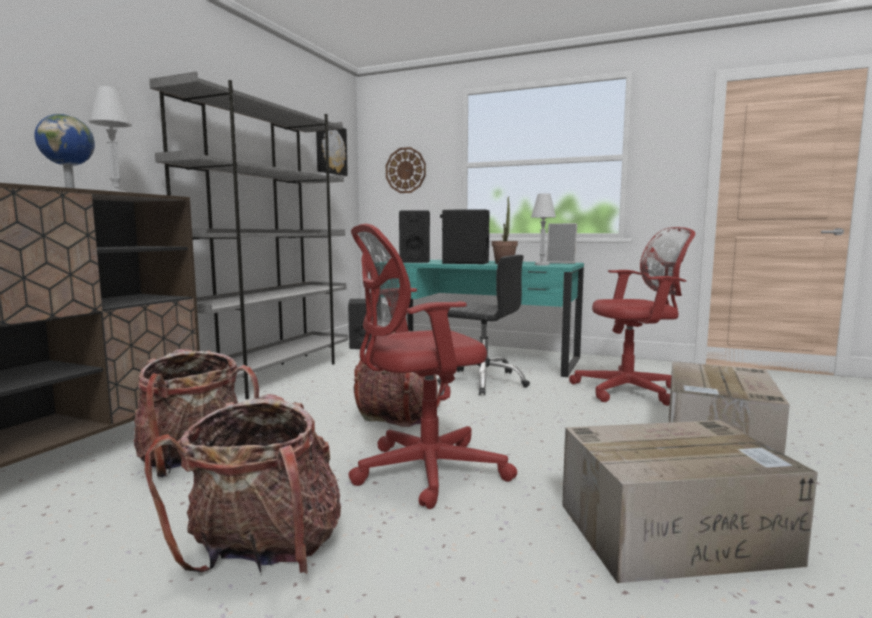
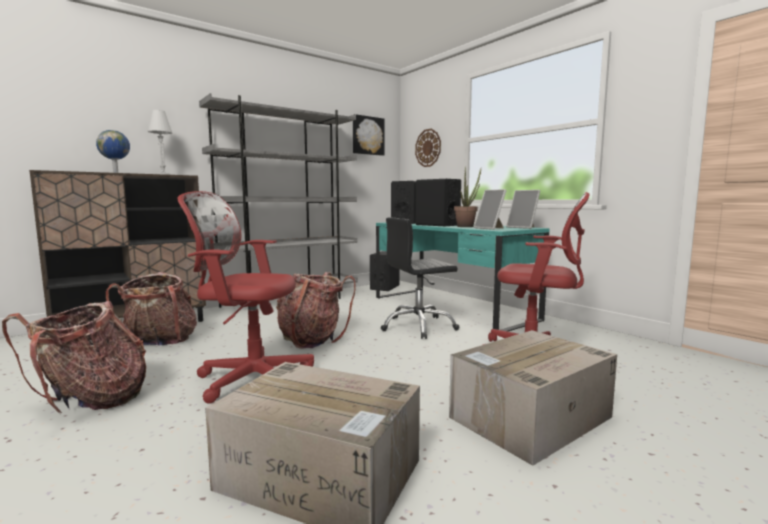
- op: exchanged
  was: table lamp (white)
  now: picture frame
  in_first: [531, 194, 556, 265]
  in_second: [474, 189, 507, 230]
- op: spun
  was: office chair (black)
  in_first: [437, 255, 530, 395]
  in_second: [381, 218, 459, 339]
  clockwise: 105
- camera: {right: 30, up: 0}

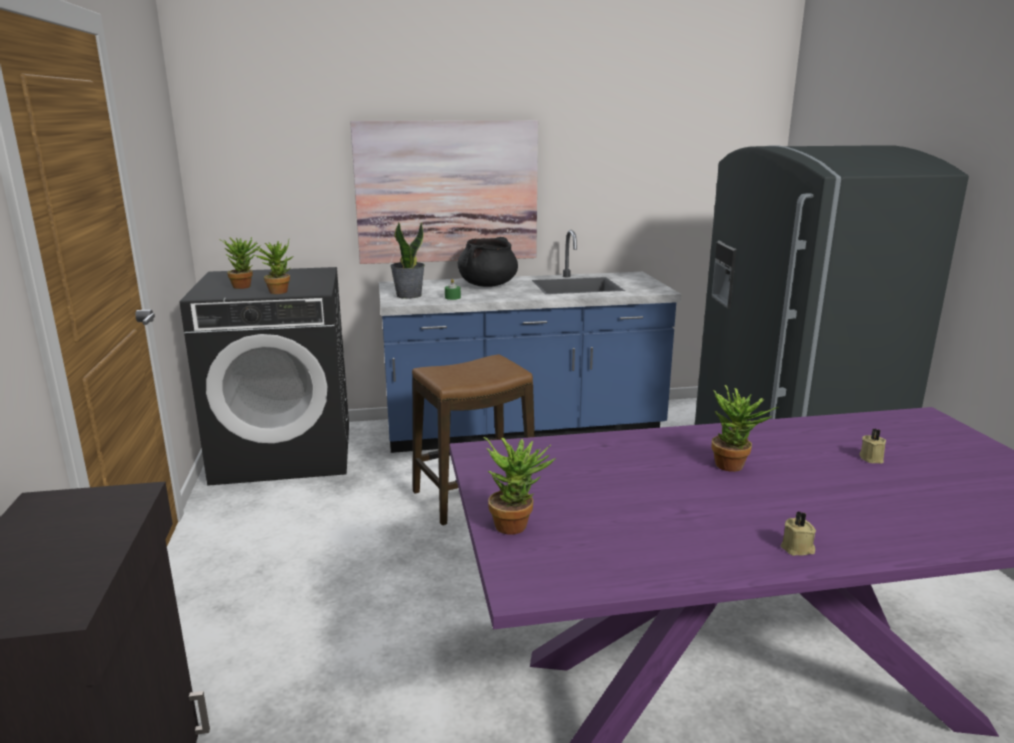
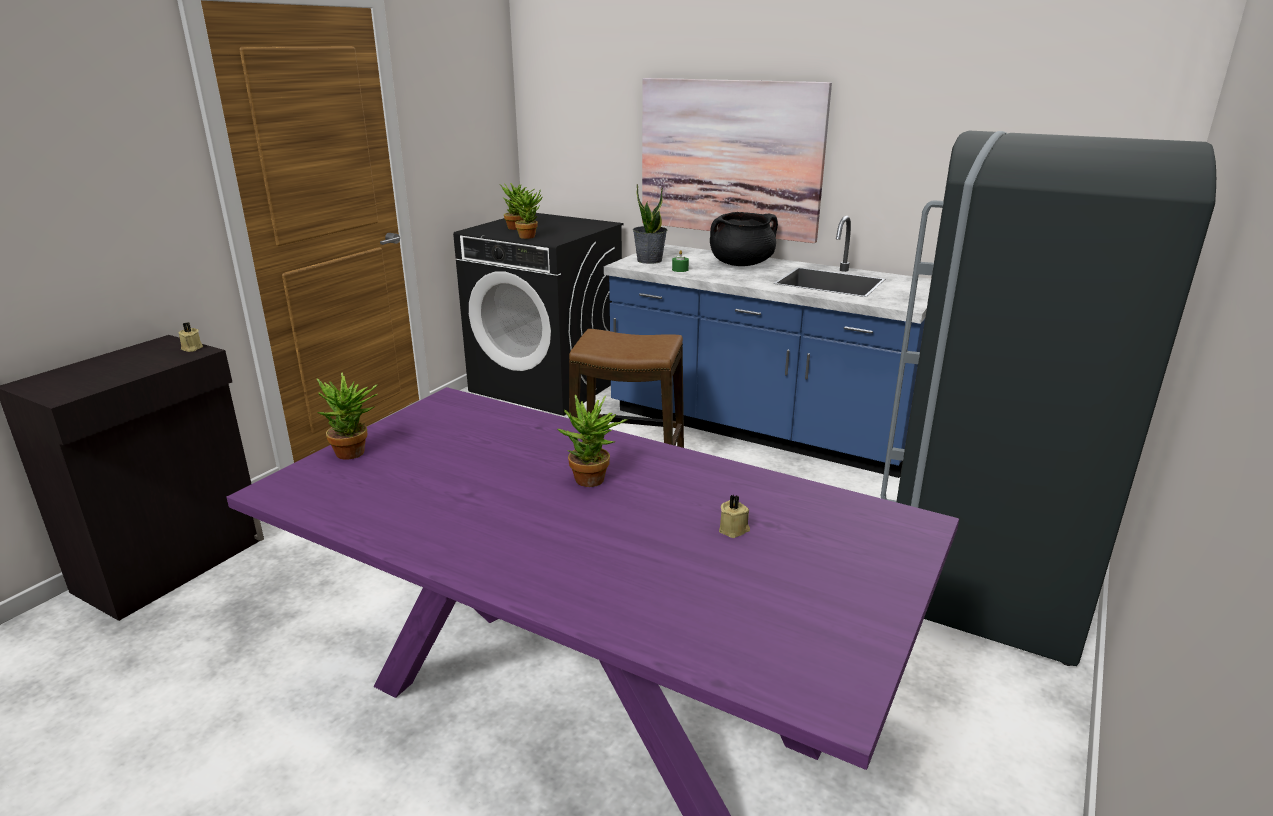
- op: relocated
  was: candle (beige)
  in_first: [780, 511, 816, 556]
  in_second: [179, 322, 203, 352]
- camera: {right: 40, up: 5}

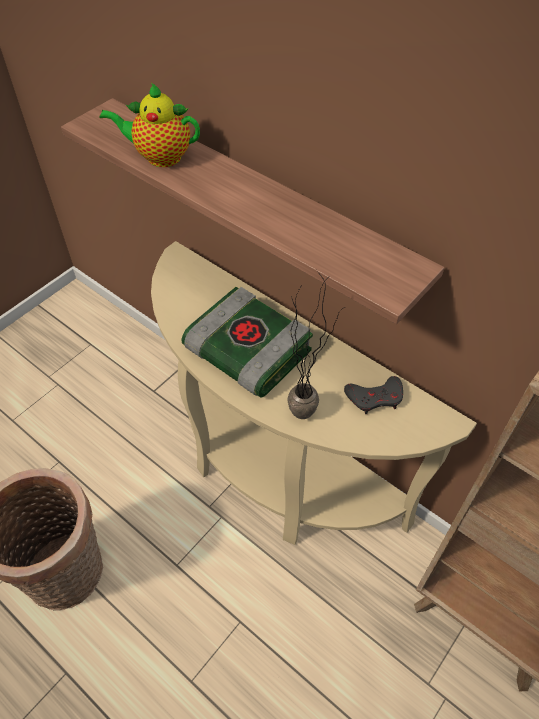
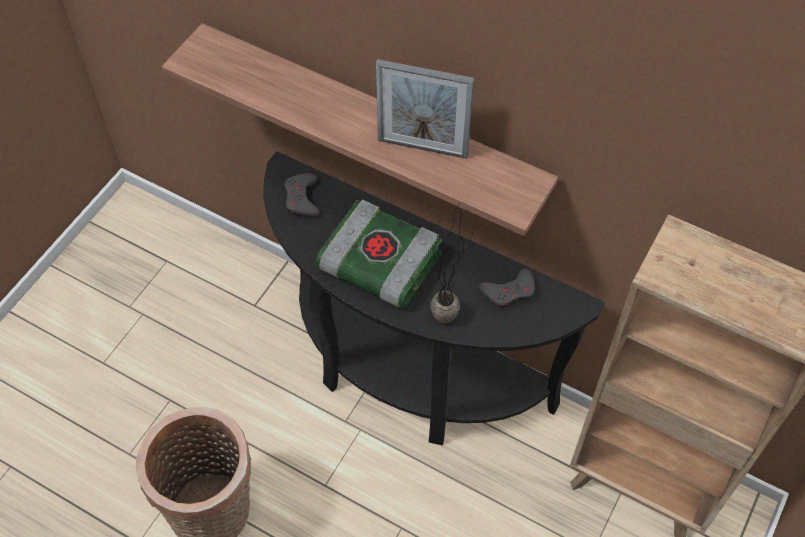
- op: missing
  was: teapot
  in_first: [99, 83, 200, 167]
- op: colour
  was: console table (beige)
  now: console table (black)
  in_first: [151, 241, 477, 545]
  in_second: [263, 151, 605, 445]
- op: appeared
  now: picture frame
  in_second: [376, 59, 474, 159]
- op: appeared
  now: game controller (grey)
  in_second: [285, 173, 320, 218]
- camera: {right: -10, up: 5}

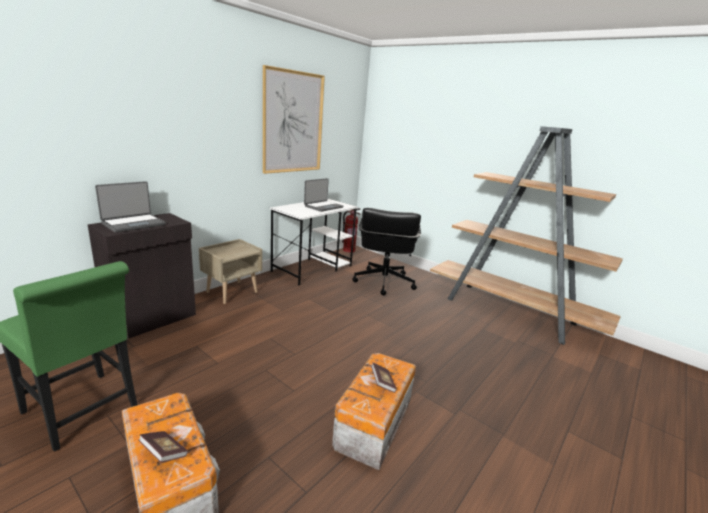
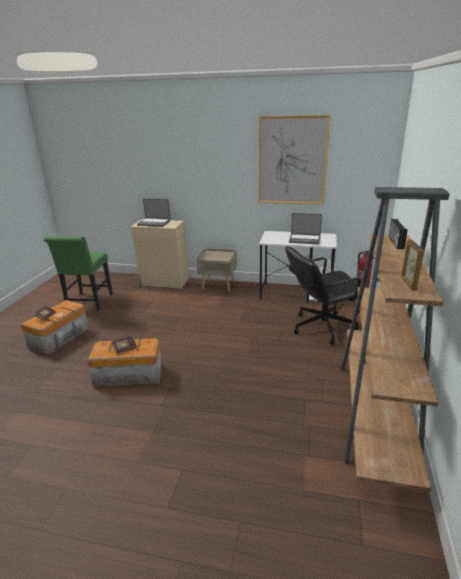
- op: colour
  was: cabinet (black)
  now: cabinet (beige)
  in_first: [87, 213, 196, 339]
  in_second: [131, 219, 189, 289]
- op: appeared
  now: radio
  in_second: [389, 219, 408, 249]
- op: appeared
  now: picture frame
  in_second: [401, 240, 424, 291]
- camera: {right: 65, up: 5}

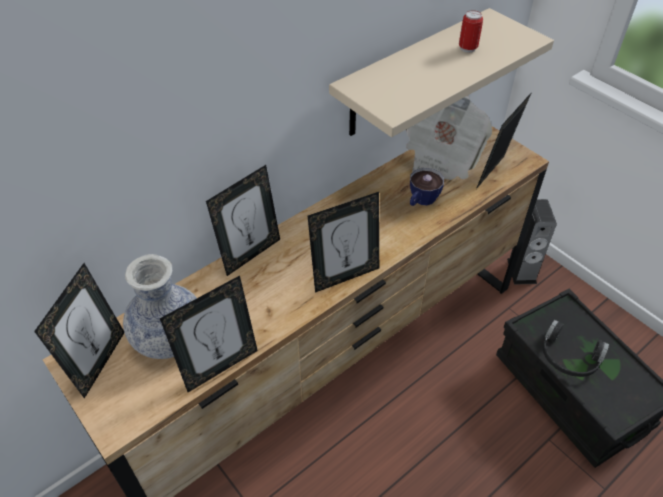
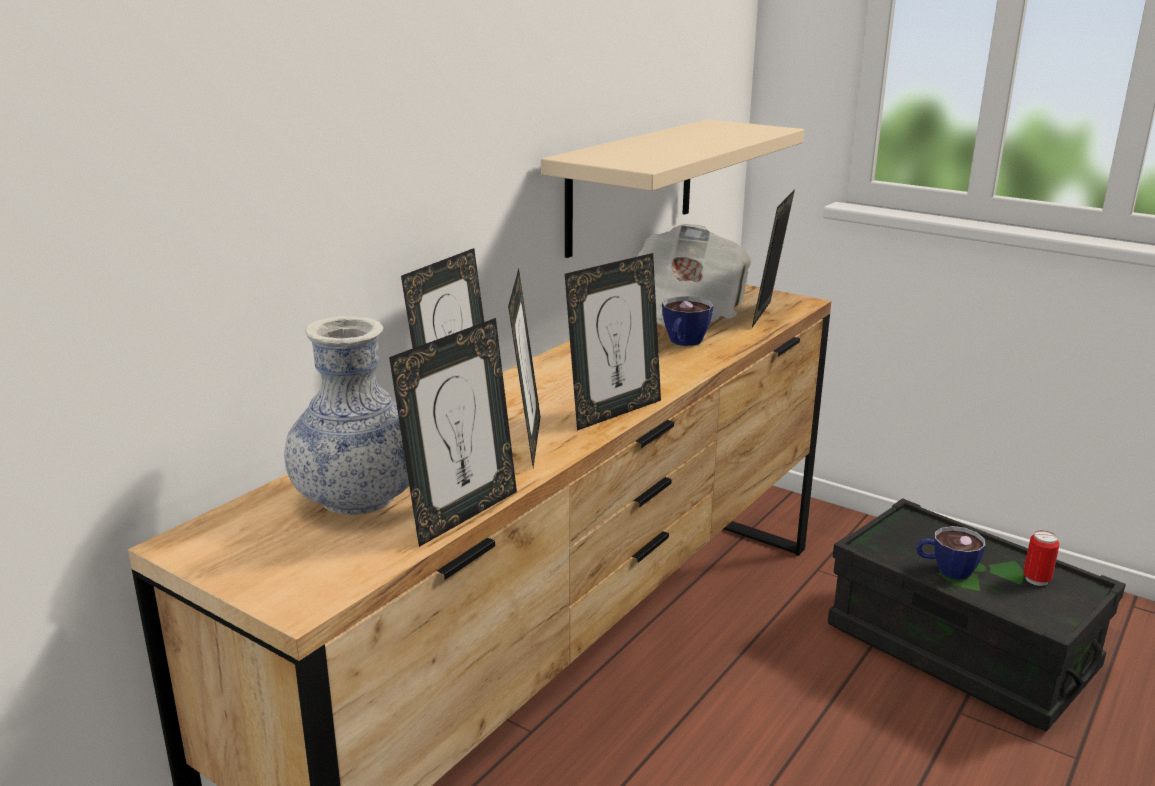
- op: relocated
  was: can
  in_first: [459, 10, 483, 53]
  in_second: [1023, 531, 1059, 586]
- op: missing
  was: speaker
  in_first: [507, 199, 557, 285]
- op: relocated
  was: picture frame
  in_first: [34, 263, 124, 399]
  in_second: [508, 268, 541, 468]
- op: exchanged
  was: headphones (black)
  now: cup
  in_first: [543, 320, 609, 377]
  in_second: [916, 526, 986, 580]
- camera: {right: -15, up: -25}

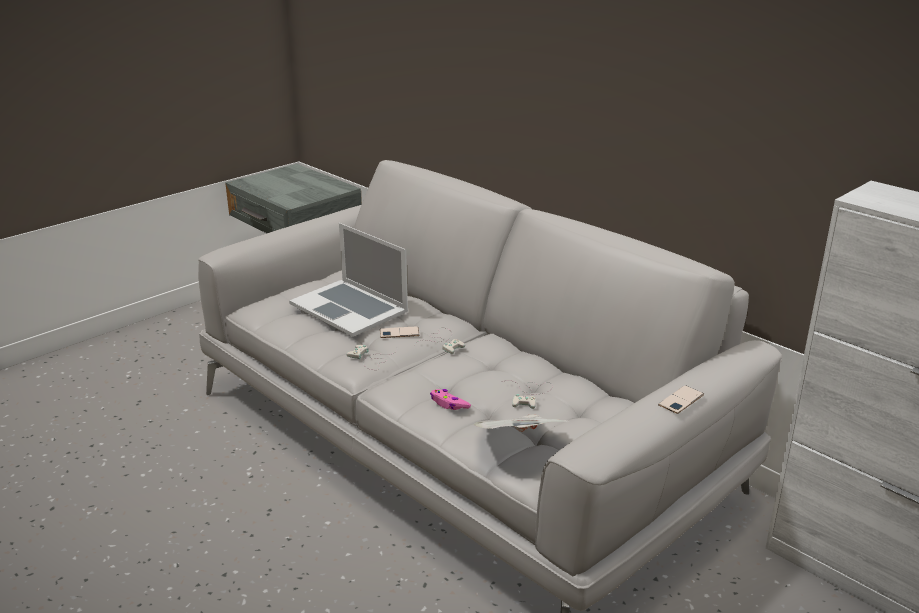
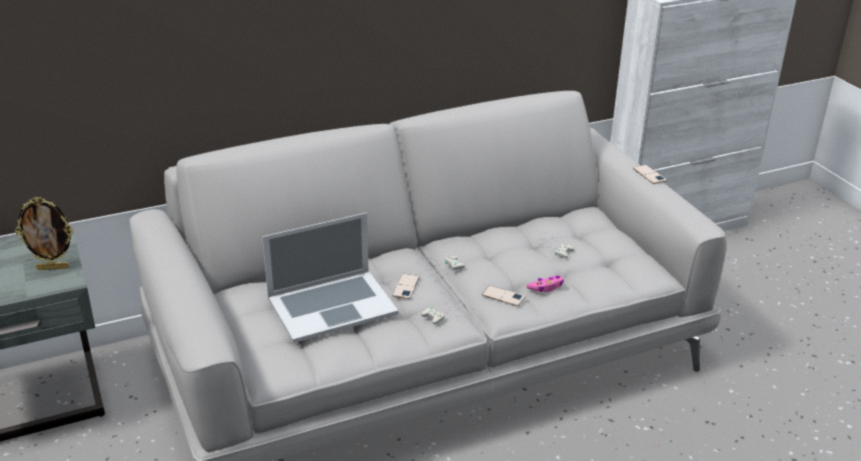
- op: missing
  was: newspaper
  in_first: [473, 414, 570, 432]
- op: appeared
  now: picture frame
  in_second: [15, 197, 73, 270]
- op: appeared
  now: phone
  in_second: [482, 285, 525, 306]
- camera: {right: -70, up: 5}

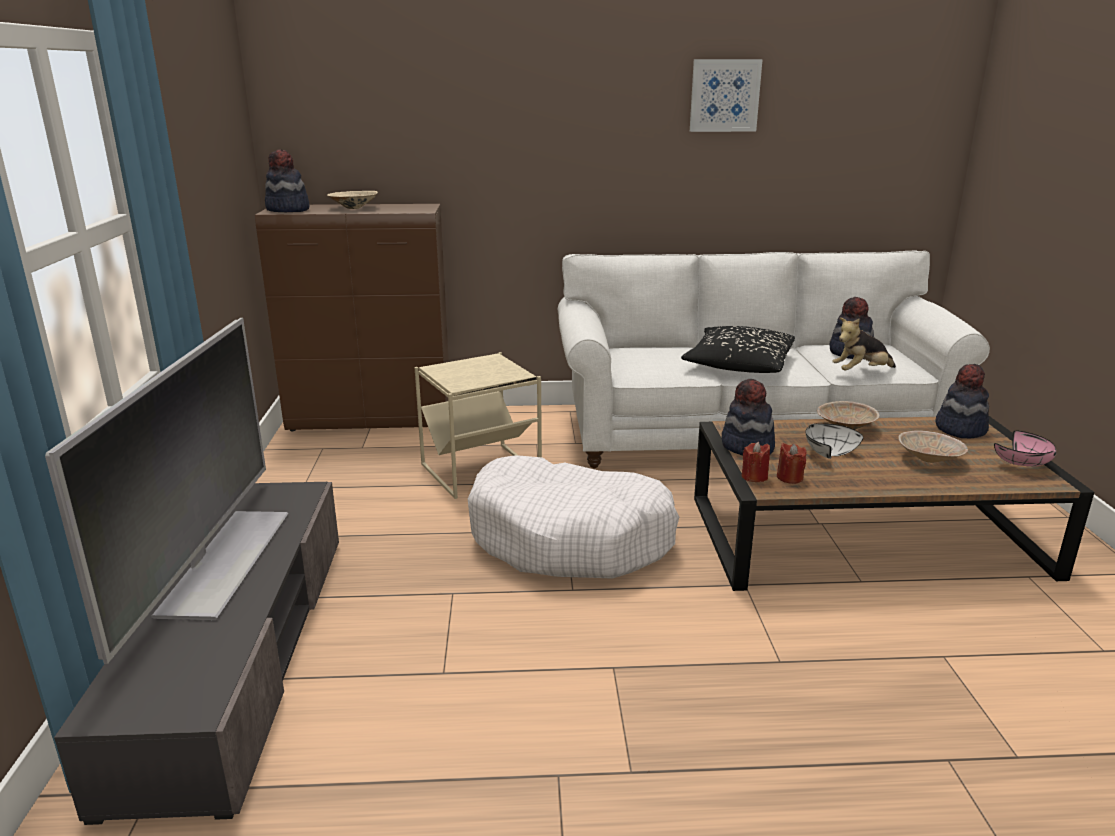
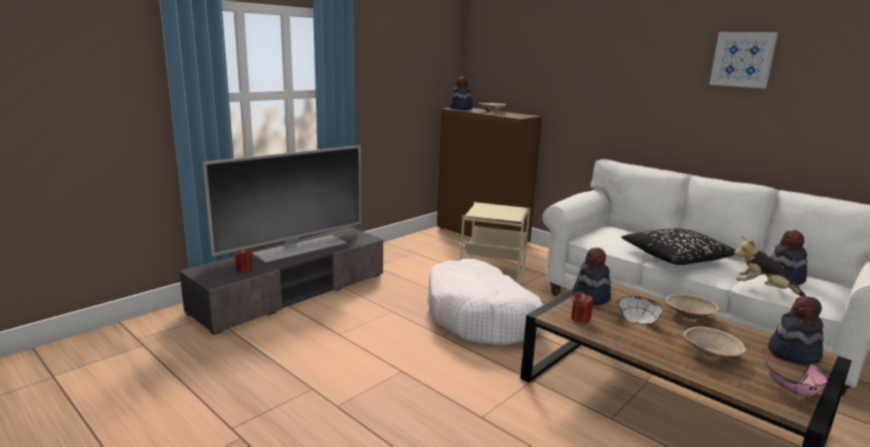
- op: relocated
  was: candle (red)
  in_first: [742, 442, 770, 482]
  in_second: [235, 249, 252, 273]
- camera: {right: 45, up: -5}

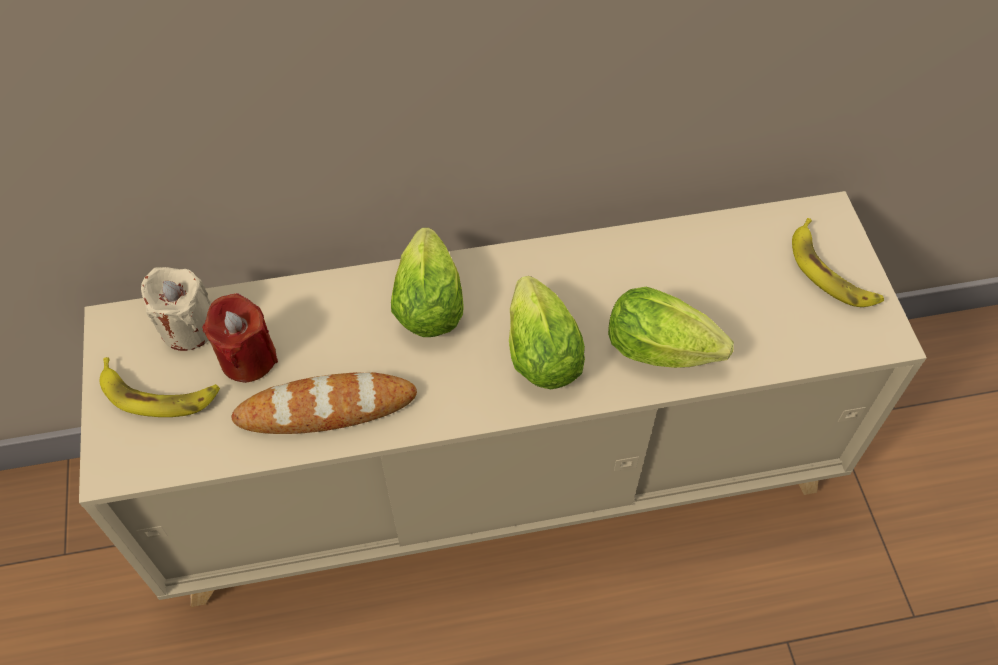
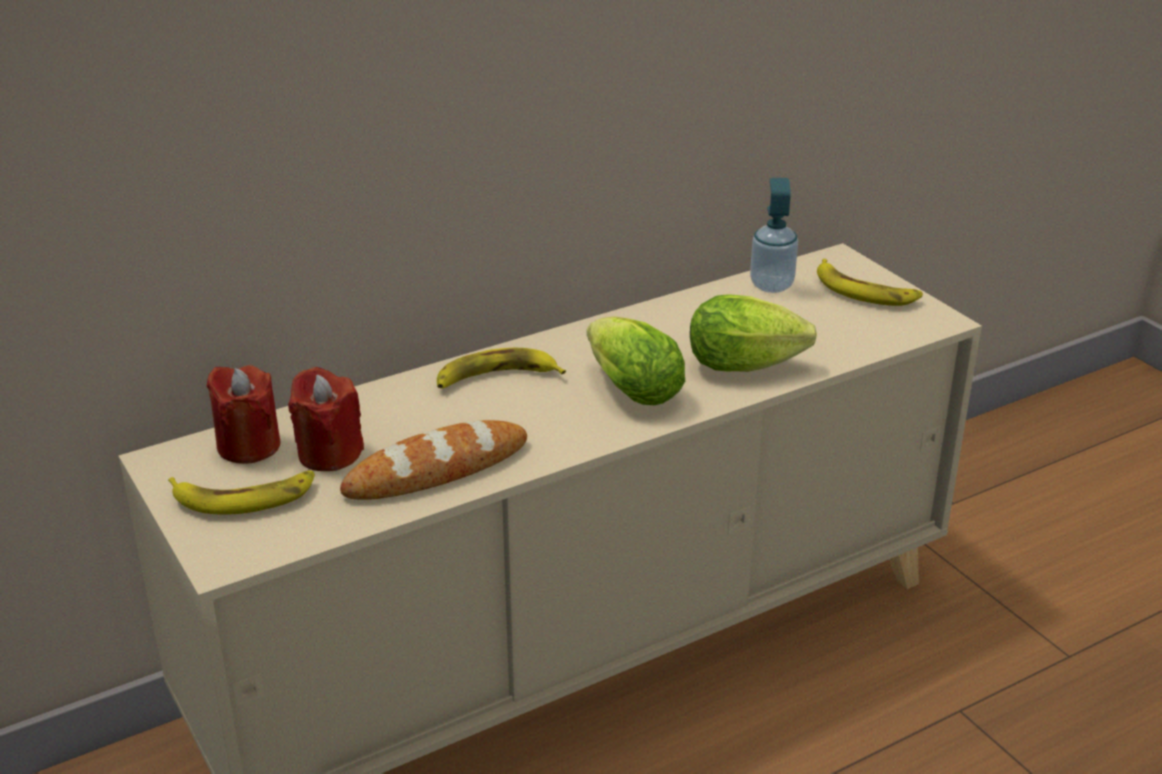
- op: exchanged
  was: lettuce
  now: banana
  in_first: [391, 228, 464, 337]
  in_second: [437, 348, 566, 388]
- op: colour
  was: candle (beige)
  now: candle (red)
  in_first: [141, 267, 211, 351]
  in_second: [206, 365, 281, 464]
- op: appeared
  now: soap dispenser
  in_second: [750, 178, 798, 293]
- camera: {right: -20, up: -25}

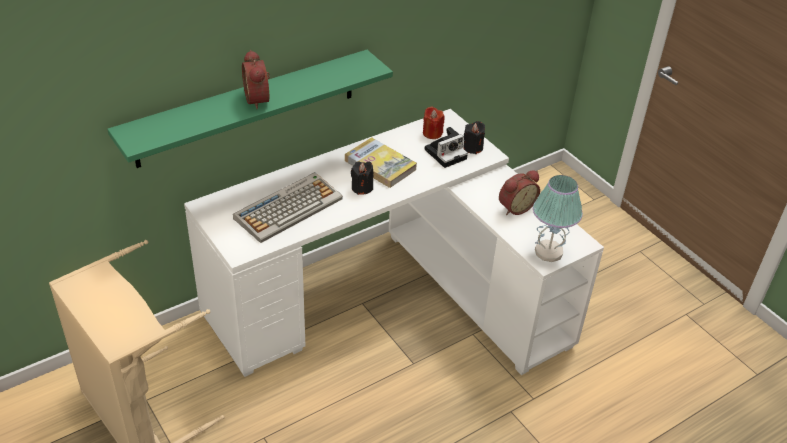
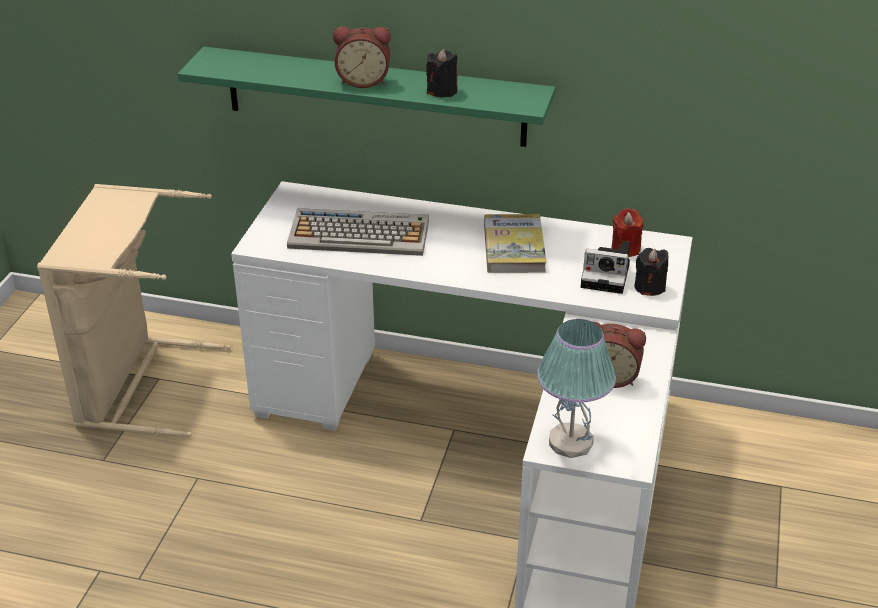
- op: spun
  was: alarm clock
  in_first: [242, 50, 270, 109]
  in_second: [333, 26, 391, 88]
  clockwise: -120
- op: relocated
  was: candle (black)
  in_first: [351, 161, 373, 195]
  in_second: [426, 49, 458, 98]
- camera: {right: 50, up: -5}

